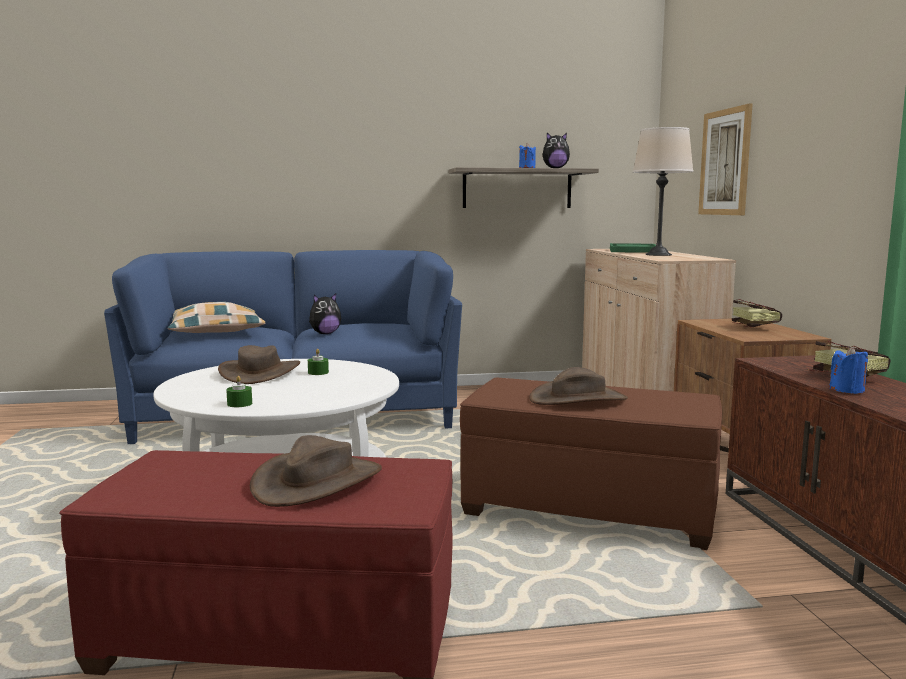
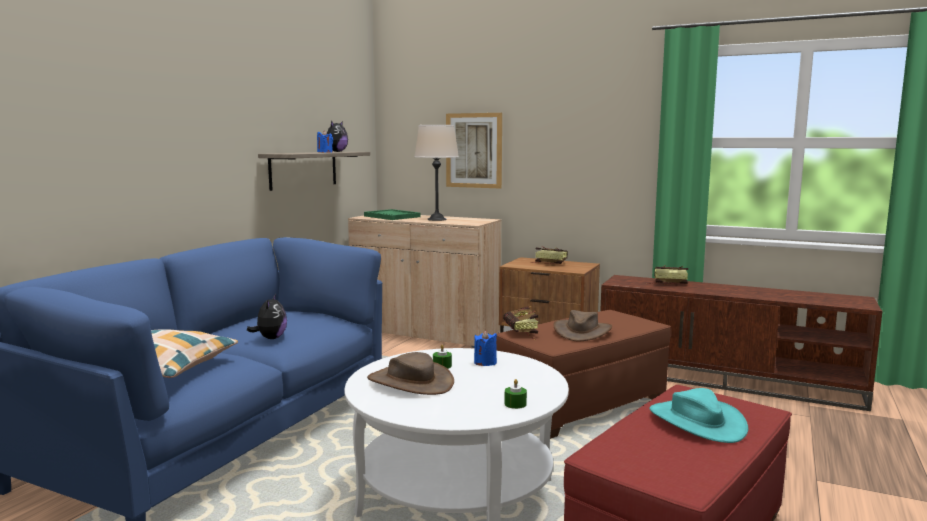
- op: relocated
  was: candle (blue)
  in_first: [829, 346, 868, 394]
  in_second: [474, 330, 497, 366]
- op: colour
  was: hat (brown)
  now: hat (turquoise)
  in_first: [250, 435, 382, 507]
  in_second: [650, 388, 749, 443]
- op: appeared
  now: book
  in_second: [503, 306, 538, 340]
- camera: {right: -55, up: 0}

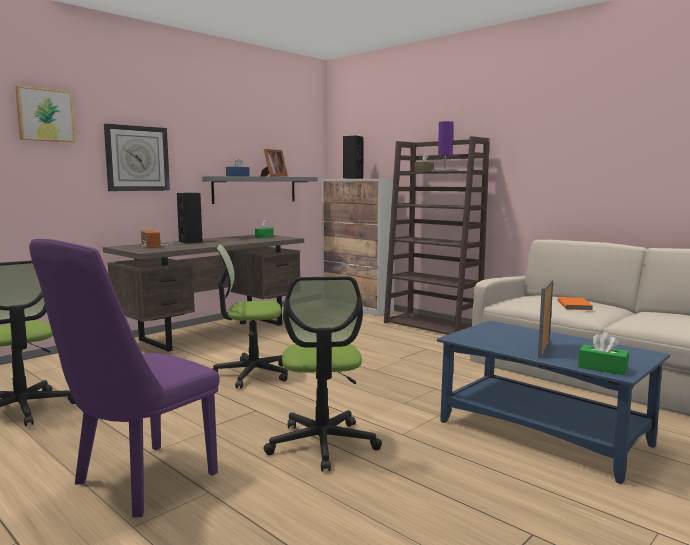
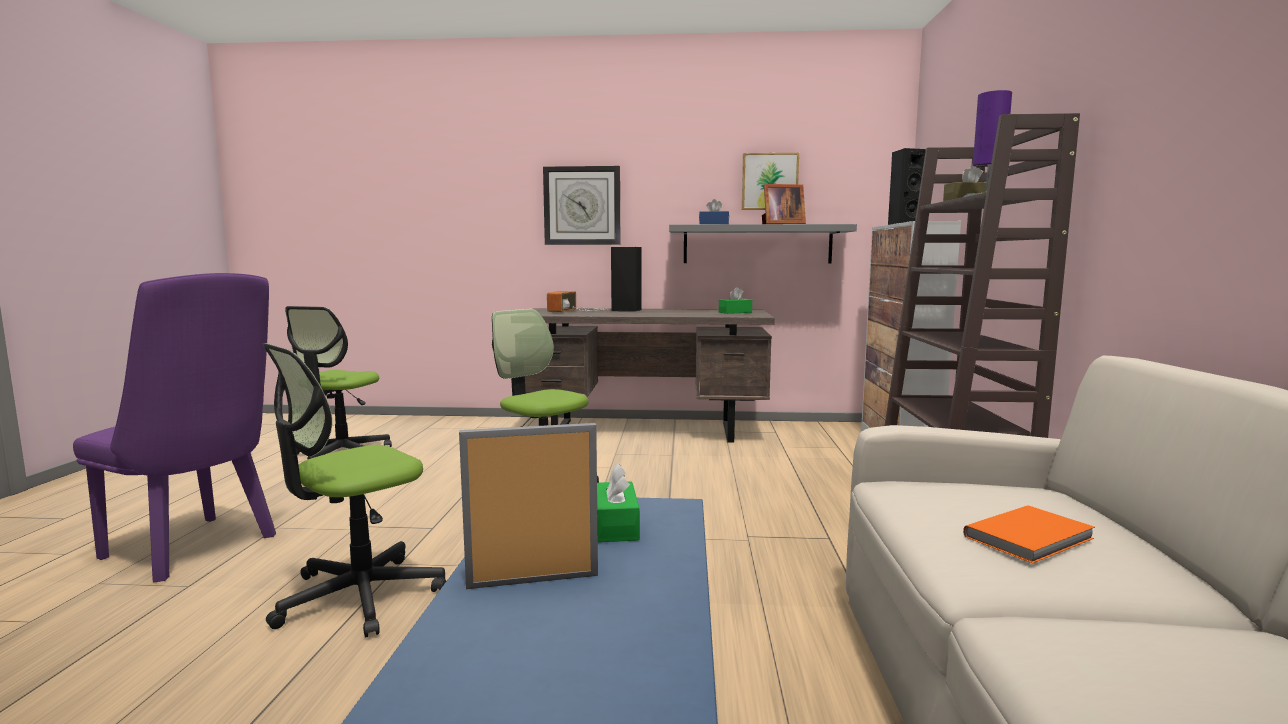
- op: relocated
  was: picture
  in_first: [15, 85, 76, 142]
  in_second: [742, 153, 799, 210]
- op: spun
  was: chair (purple)
  in_first: [29, 239, 220, 518]
  in_second: [73, 273, 276, 582]
  clockwise: -150
- op: relocated
  was: tissue box (green)
  in_first: [578, 332, 629, 375]
  in_second: [597, 463, 640, 542]
- camera: {right: 50, up: 0}

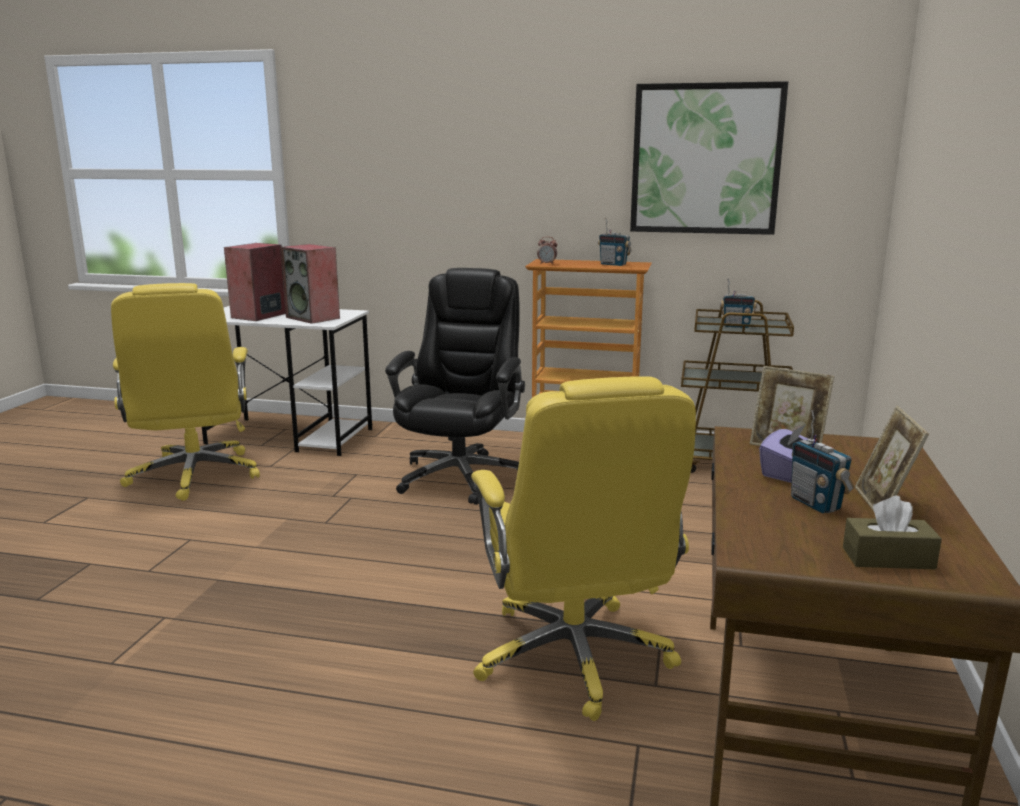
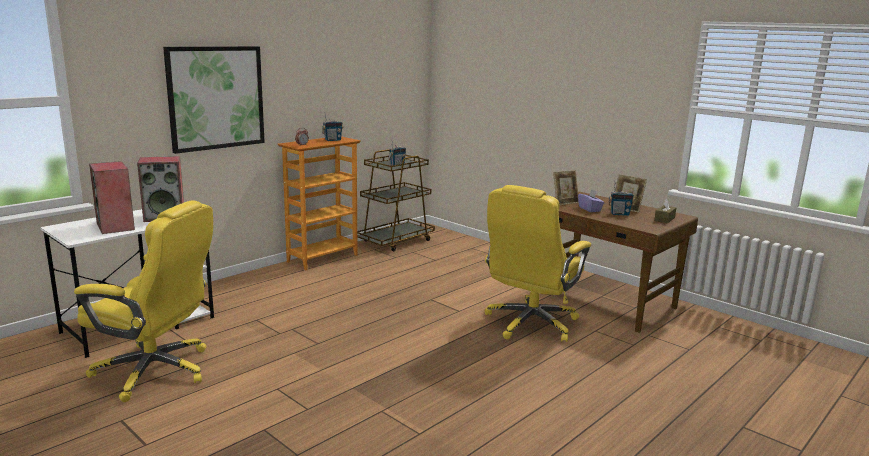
- op: relocated
  was: picture
  in_first: [630, 81, 788, 235]
  in_second: [163, 46, 265, 154]
- op: missing
  was: office chair (black)
  in_first: [385, 268, 525, 505]
- op: spun
  was: office chair (yellow)
  in_first: [471, 376, 696, 721]
  in_second: [485, 185, 591, 342]
  clockwise: 105
- camera: {right: -60, up: 0}

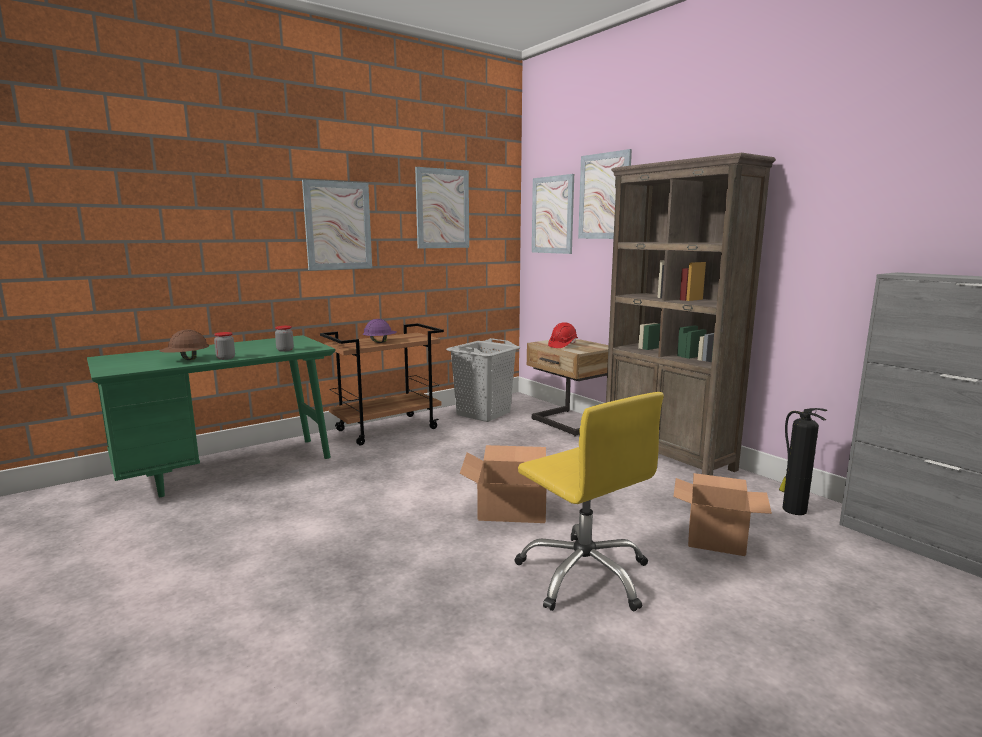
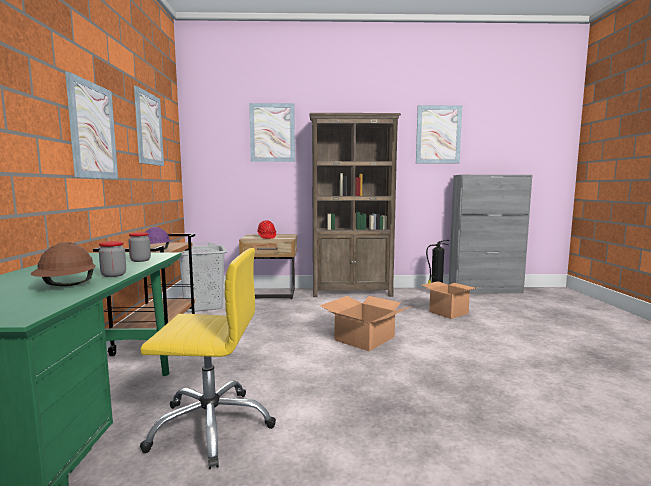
- op: relocated
  was: picture
  in_first: [532, 174, 574, 254]
  in_second: [416, 105, 462, 163]
- op: relocated
  was: office chair (yellow)
  in_first: [515, 392, 664, 611]
  in_second: [140, 248, 276, 469]
- camera: {right: -55, up: -5}

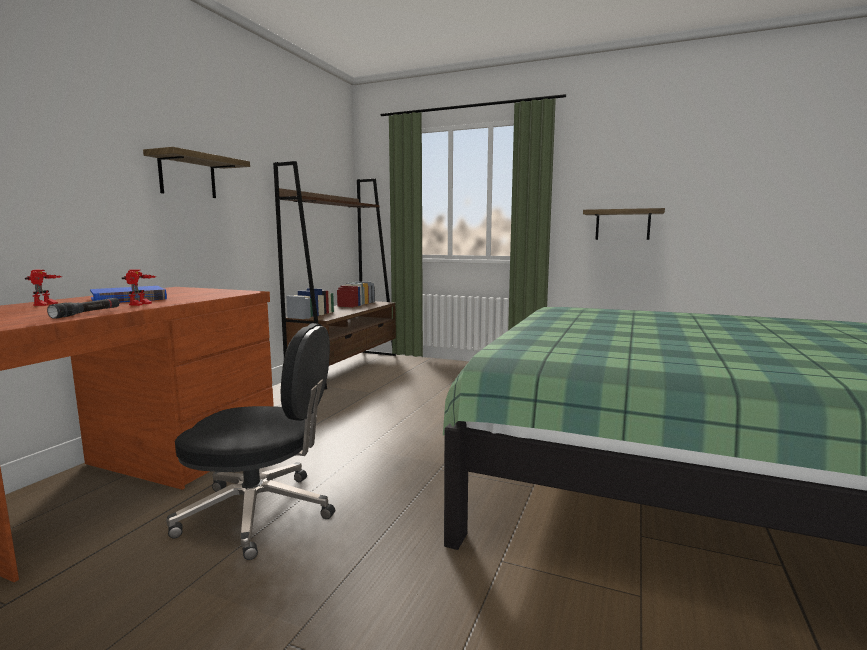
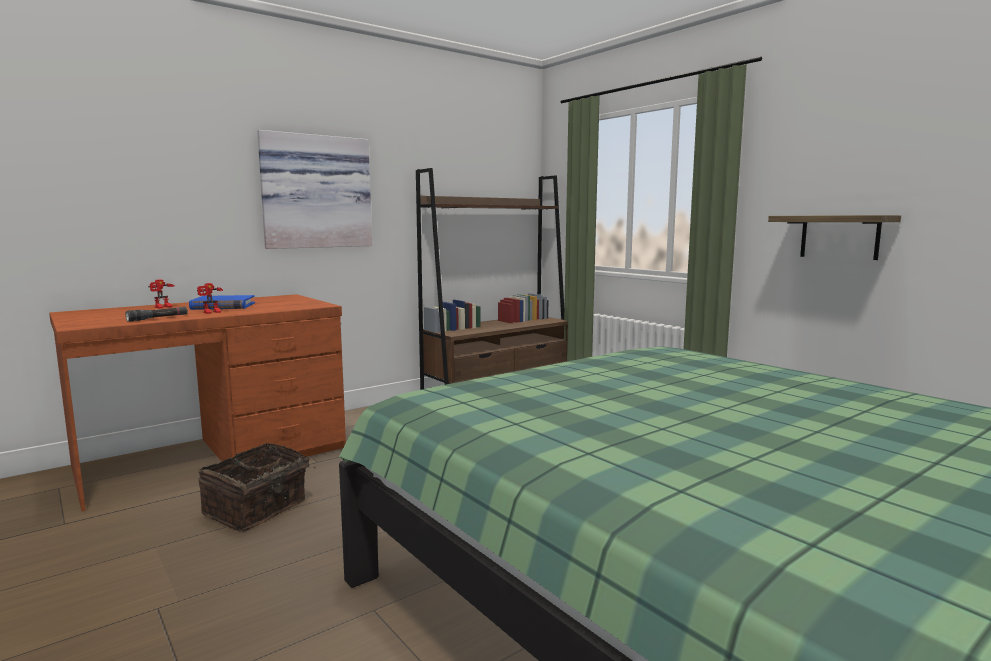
- op: exchanged
  was: shelf
  now: picture
  in_first: [143, 147, 250, 198]
  in_second: [257, 130, 372, 249]
- op: exchanged
  was: office chair (black)
  now: basket
  in_first: [166, 323, 335, 560]
  in_second: [198, 443, 316, 532]
- camera: {right: 30, up: 0}

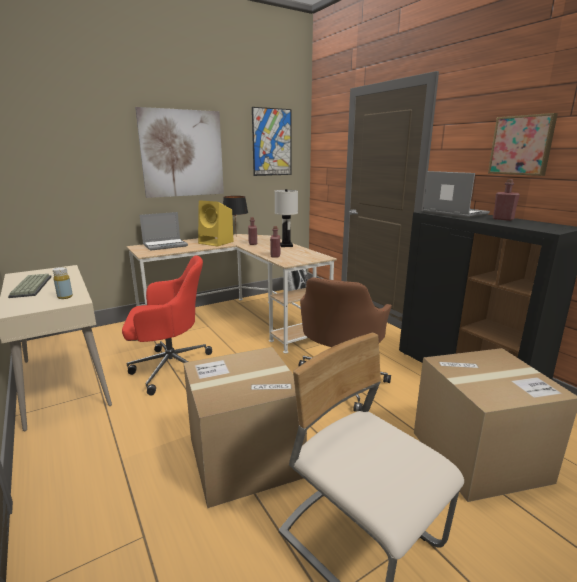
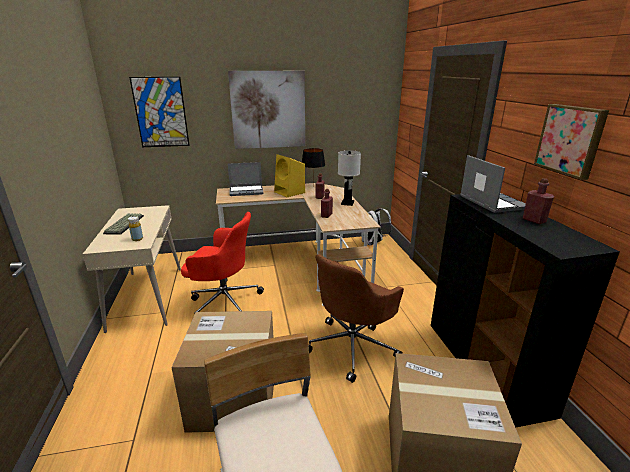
- op: relocated
  was: picture
  in_first: [252, 107, 292, 176]
  in_second: [129, 77, 190, 147]
- camera: {right: 20, up: 5}

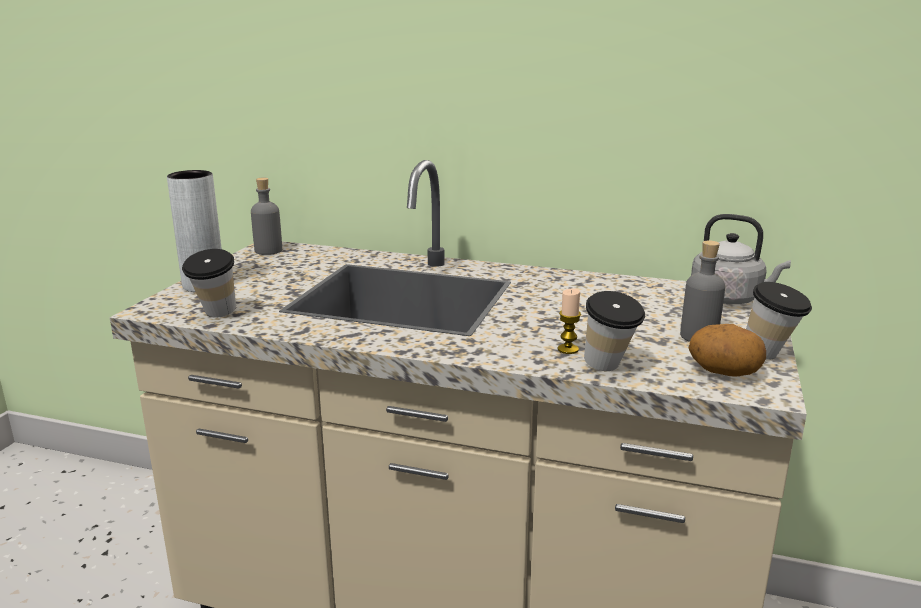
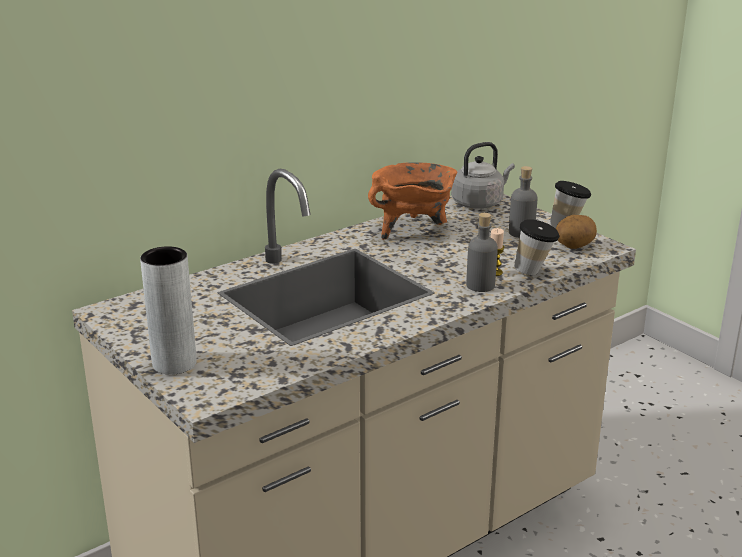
- op: relocated
  was: bottle (grey)
  in_first: [251, 178, 282, 255]
  in_second: [466, 213, 498, 292]
- op: missing
  was: cup
  in_first: [182, 249, 236, 317]
- op: appeared
  now: cooking pot (orange)
  in_second: [368, 162, 458, 240]
- camera: {right: -55, up: 5}

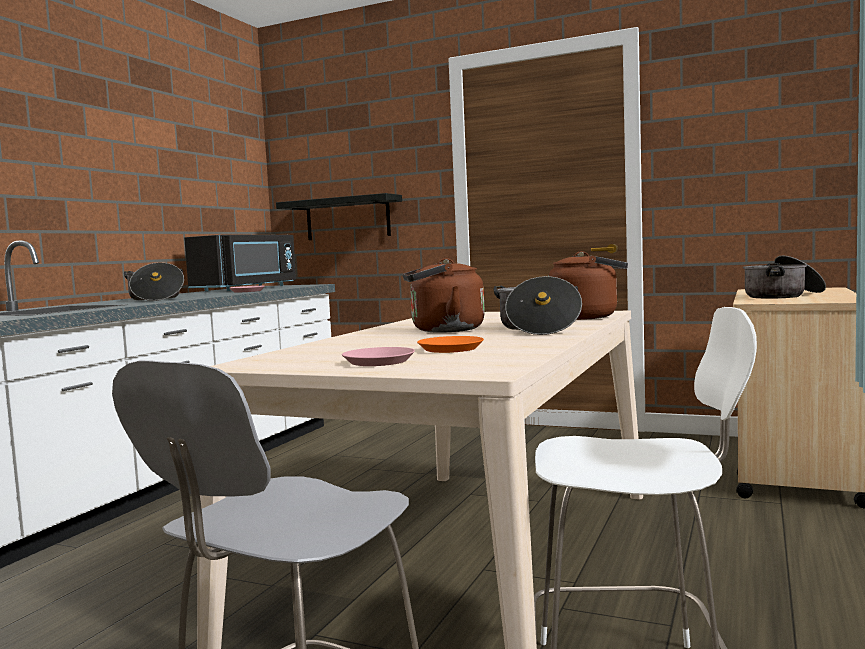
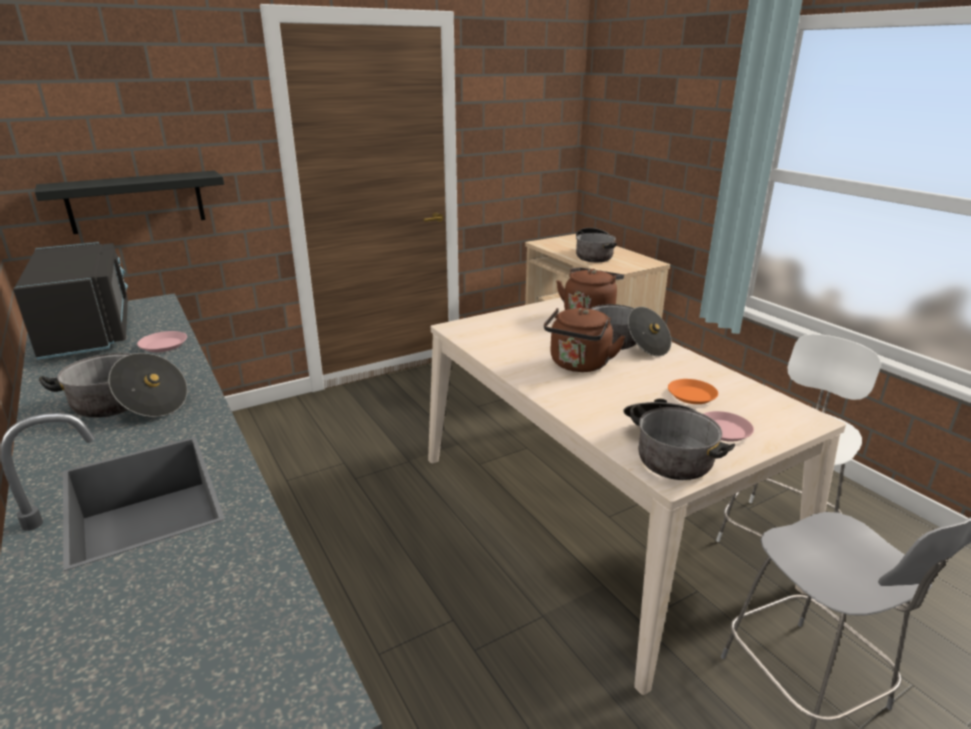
- op: appeared
  now: cooking pot
  in_second: [623, 399, 735, 480]
- camera: {right: -55, up: 20}

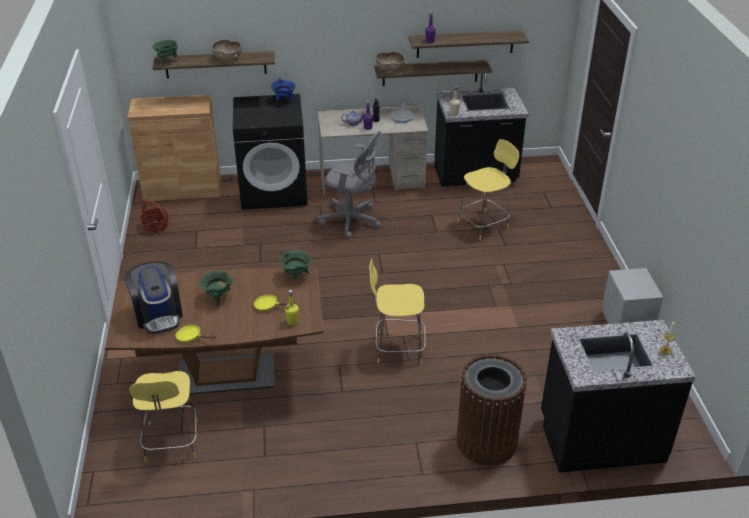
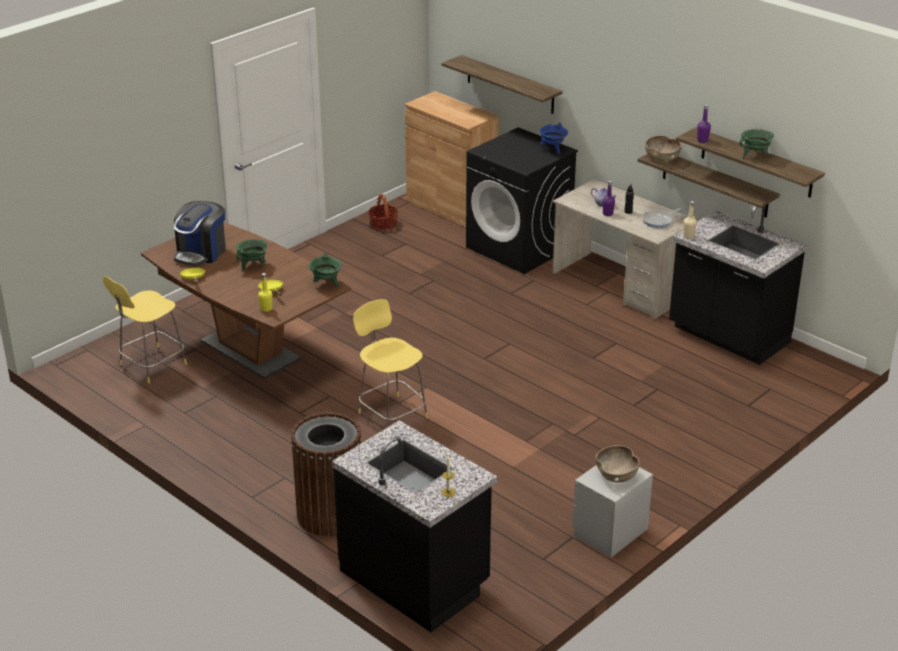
- op: relocated
  was: cooking pot (green)
  in_first: [152, 40, 178, 66]
  in_second: [739, 129, 774, 158]
- op: relocated
  was: bowl (brown)
  in_first: [212, 40, 242, 61]
  in_second: [595, 445, 639, 483]
- op: missing
  was: office chair (grey)
  in_first: [318, 131, 381, 238]
- op: missing
  was: stool (yellow)
  in_first: [457, 139, 519, 240]
- camera: {right: 50, up: -5}

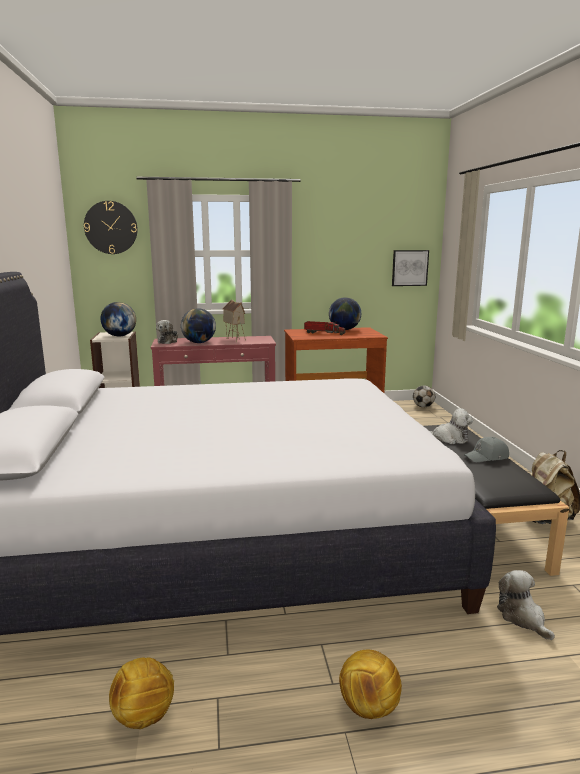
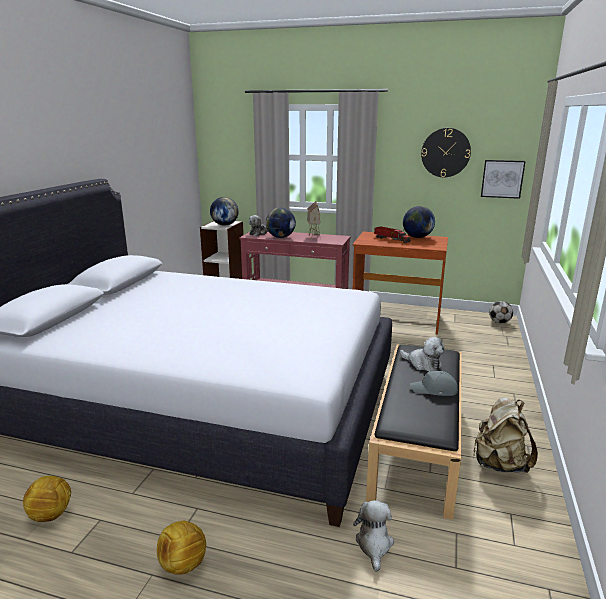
- op: relocated
  was: wall clock
  in_first: [84, 201, 138, 254]
  in_second: [421, 128, 471, 177]
- camera: {right: 25, up: 5}

